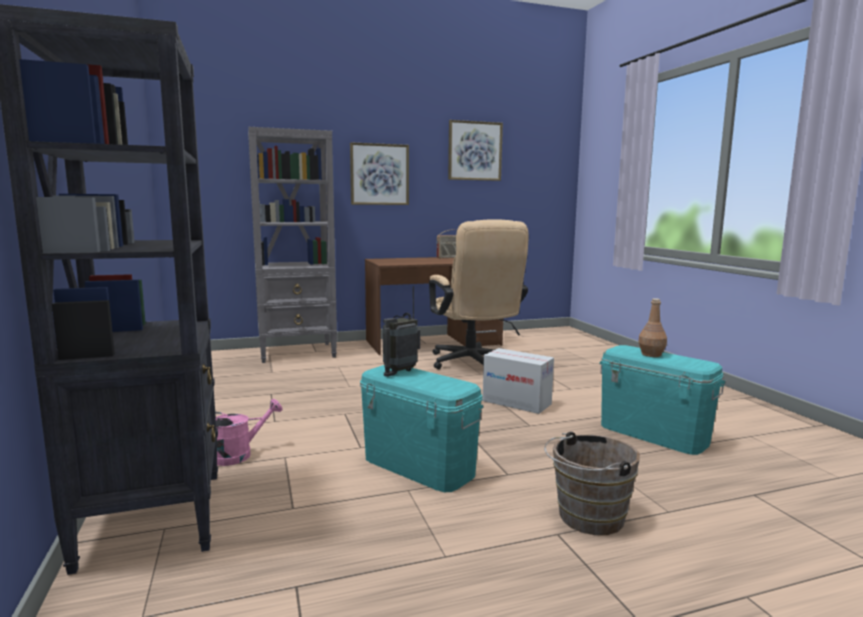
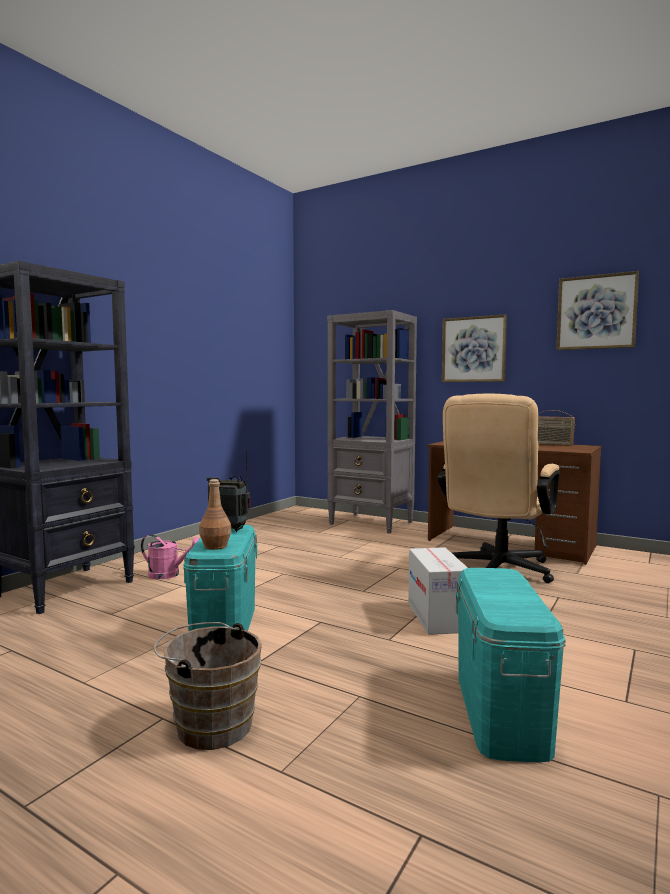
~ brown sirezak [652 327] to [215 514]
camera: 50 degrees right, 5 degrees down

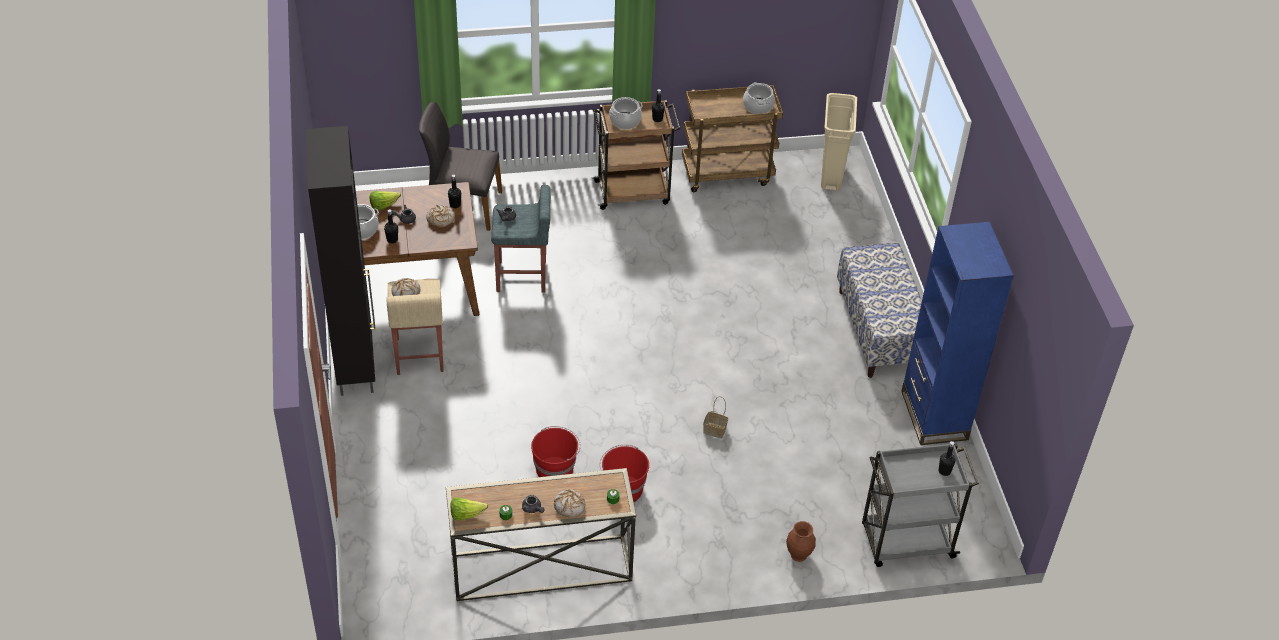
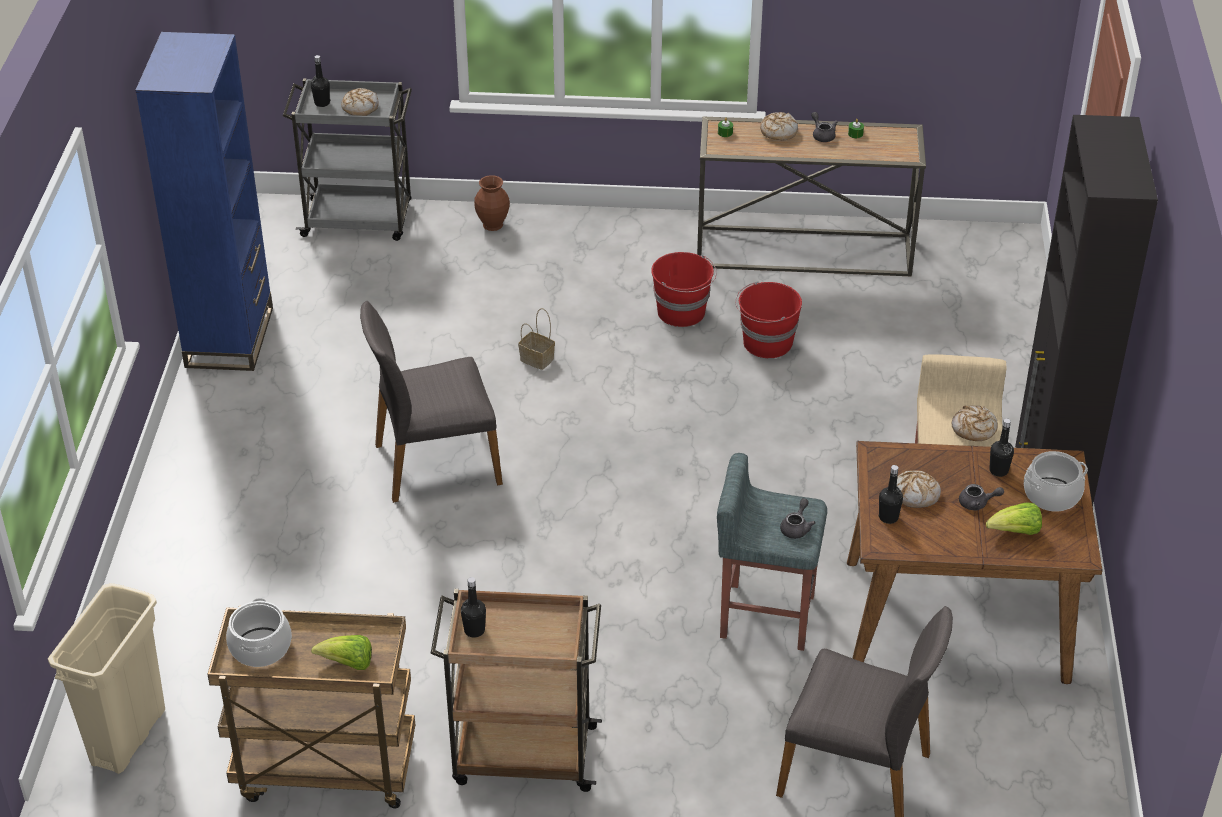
~ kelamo [469 508] to [341 652]
+ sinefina [360 102]
+ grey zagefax [431 402]
- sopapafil [626 113]
- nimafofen [879 310]
camera: 165 degrees left, 5 degrees down

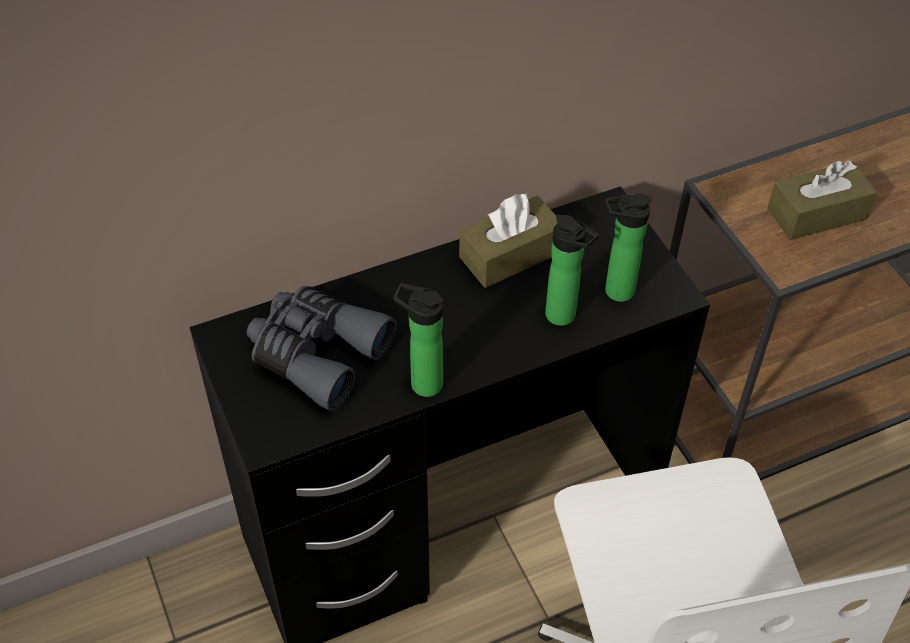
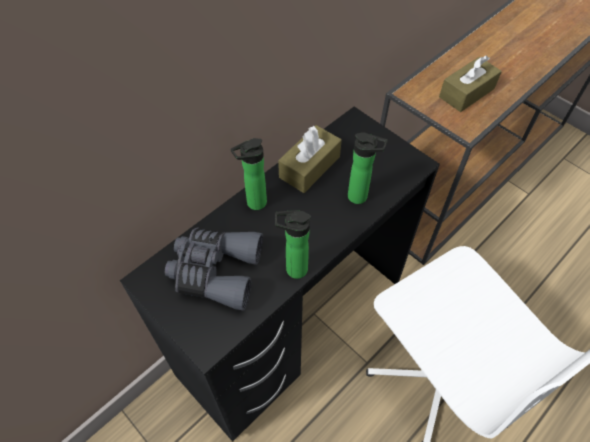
~ sirezak [628 247] to [249 174]
camera: 20 degrees left, 5 degrees up

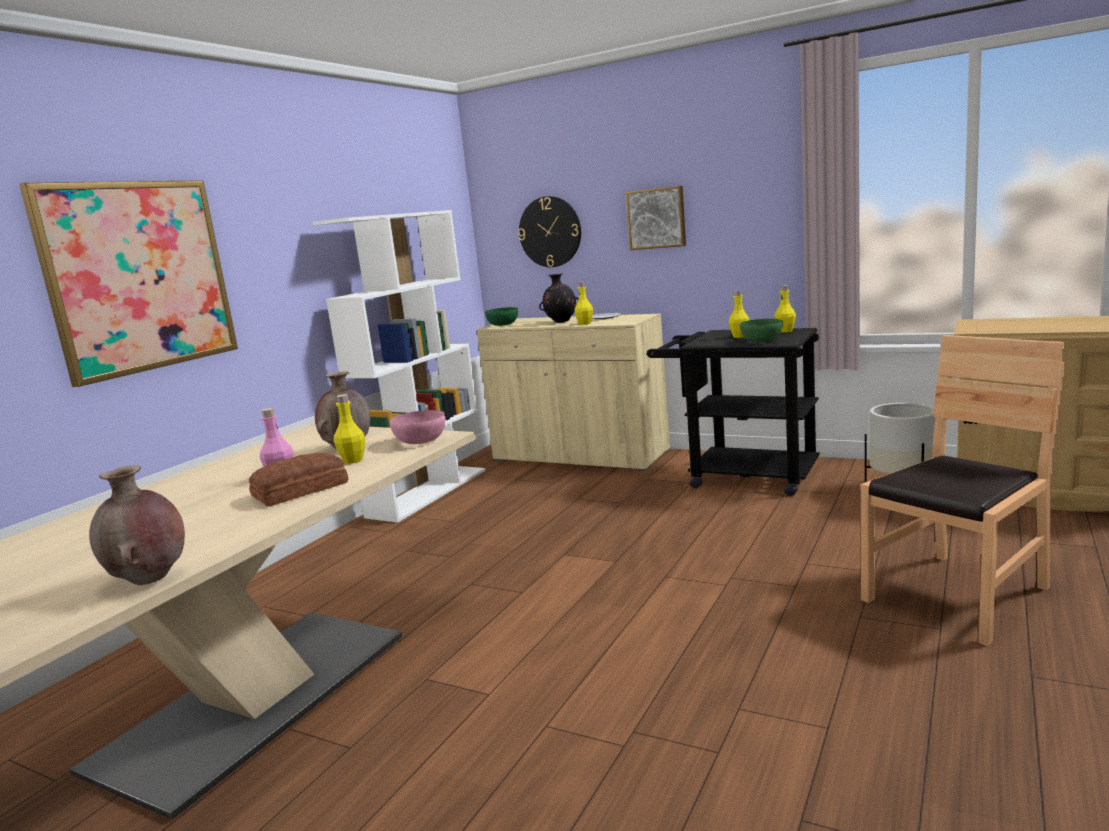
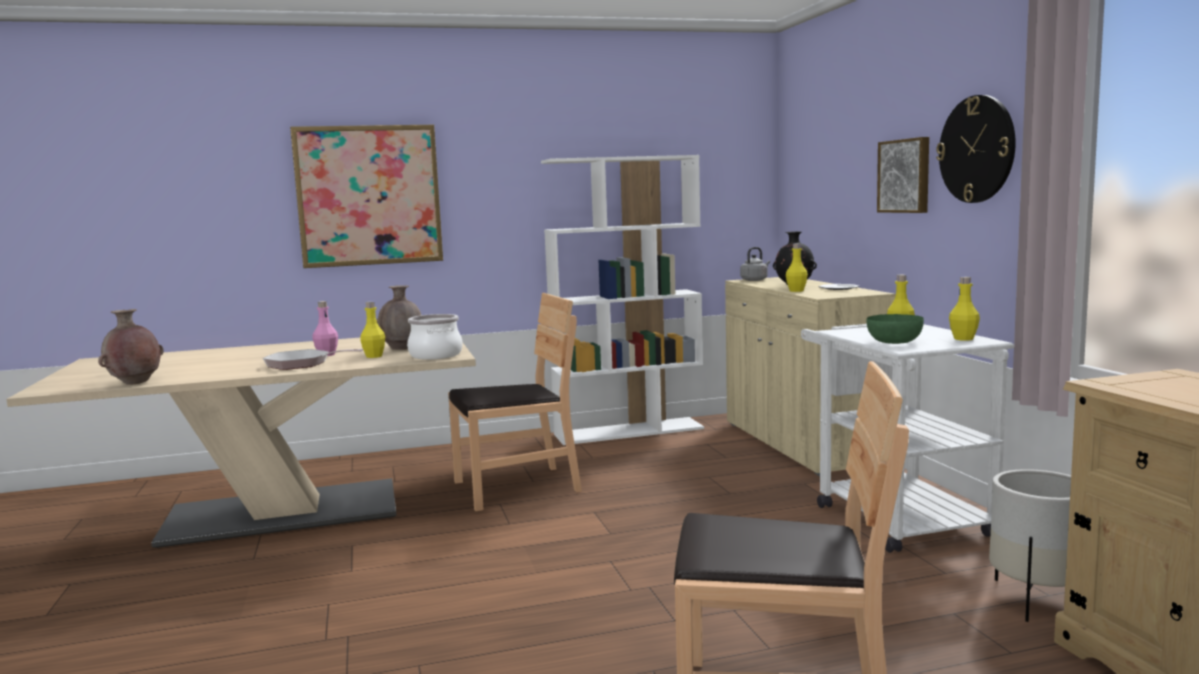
~ sinefina [298 479] to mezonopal [313 359]
~ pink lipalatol [417 427] to sopapafil [435 337]
+ brown zagefax [515 402]
~ green lipalatol [501 316] to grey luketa [755 264]
~ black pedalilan [733 412] to white pedalilan [907 438]
~ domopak [549 231] to [976 149]
camera: 45 degrees right, 5 degrees down

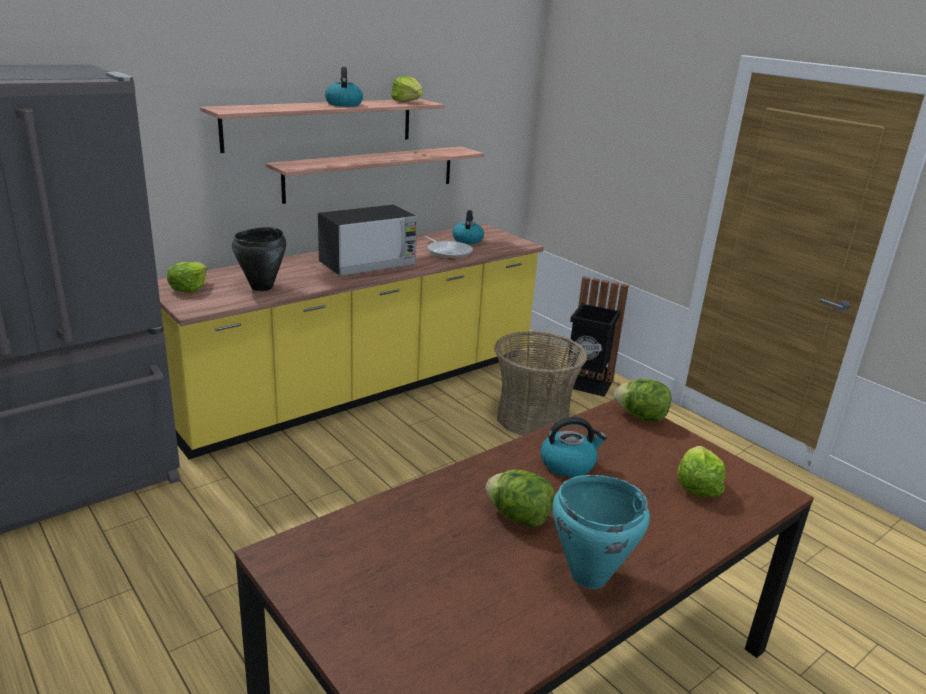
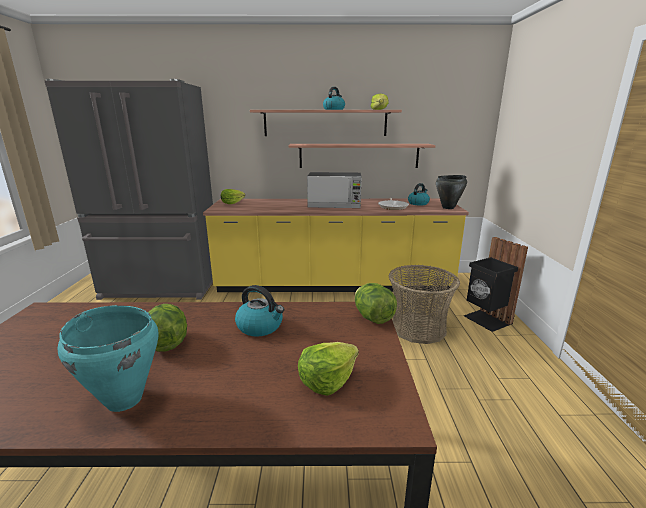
~ black sopapafil [259 259] to [451 192]
camera: 40 degrees right, 5 degrees down

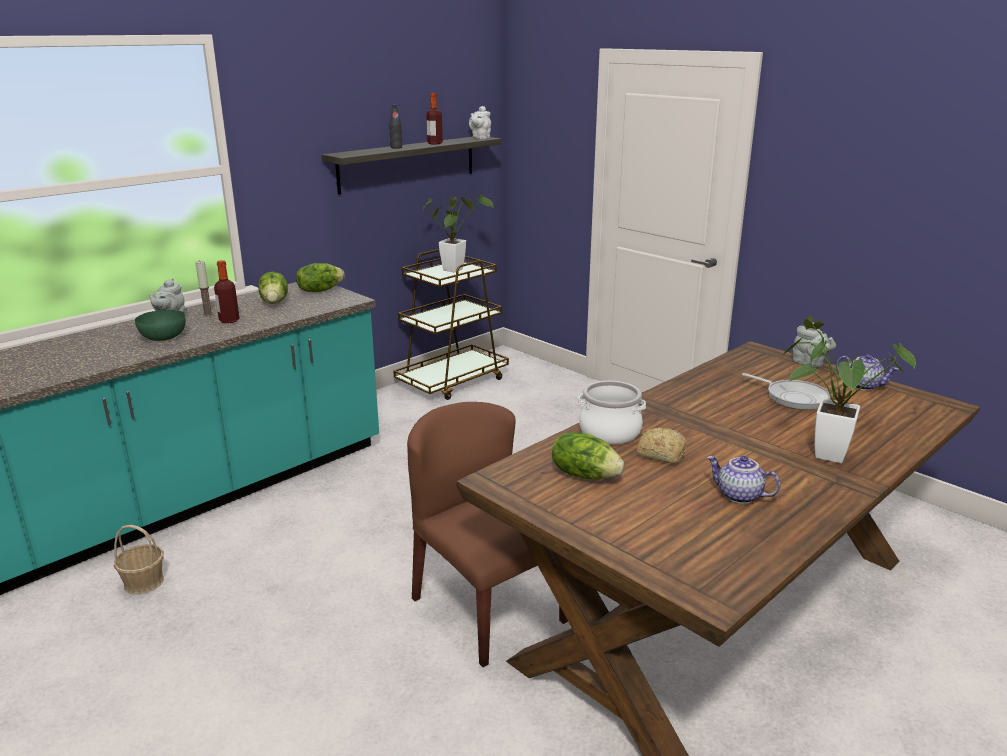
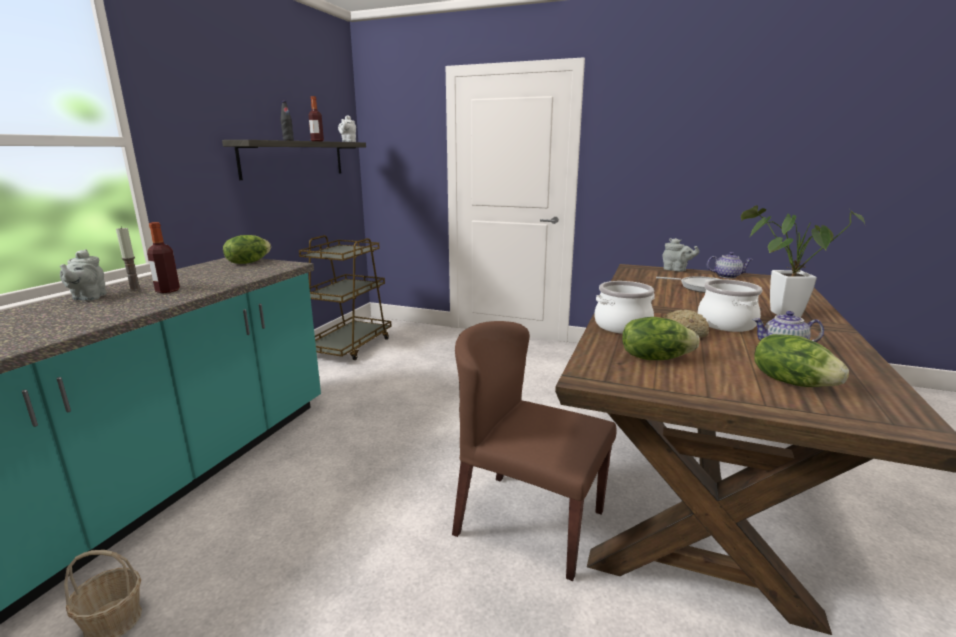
+ sopapafil [730 305]
~ kelamo [273 288] to [801 360]
- green lipalatol [160 325]
- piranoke [458 234]
camera: 25 degrees left, 5 degrees down

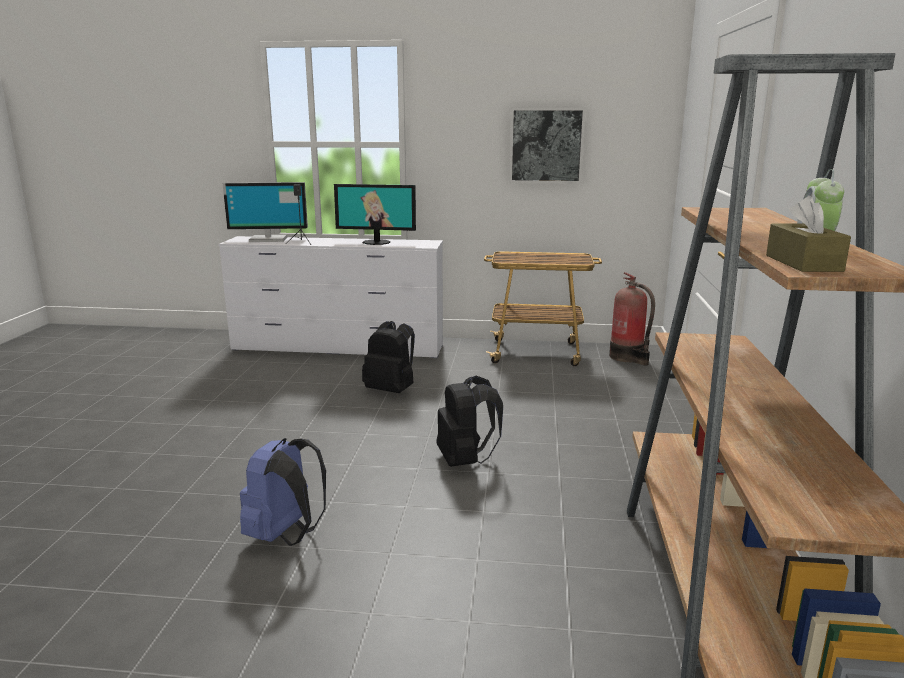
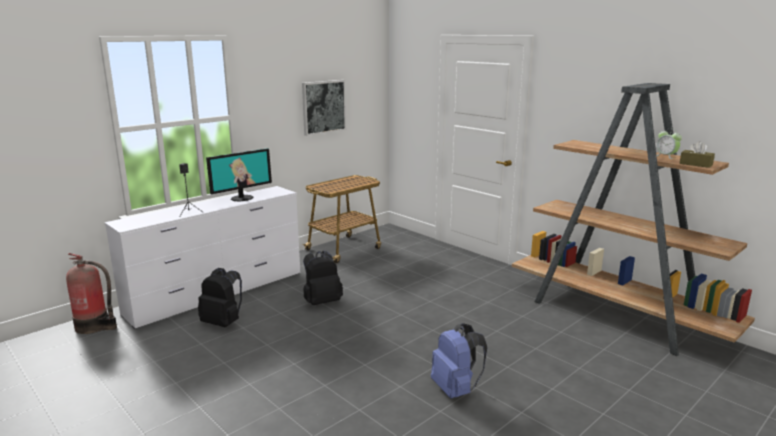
~ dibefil [632 319] to [91 293]
~ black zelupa [469 421] to [220 297]
- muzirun [265 212]
camera: 50 degrees left, 0 degrees up

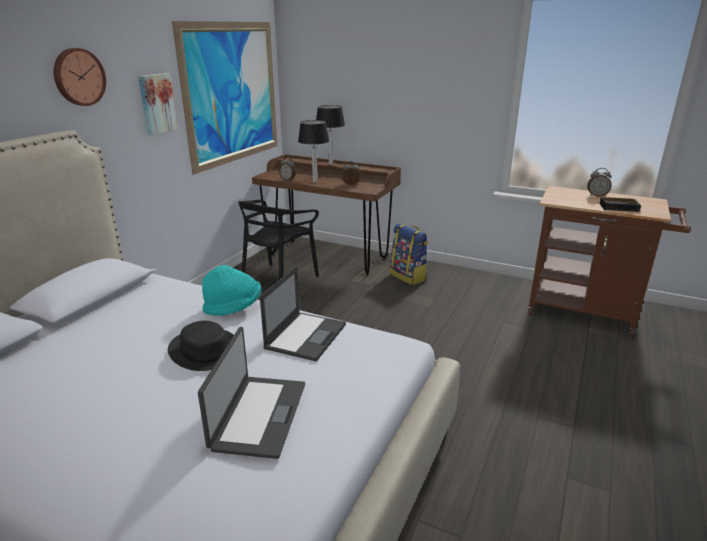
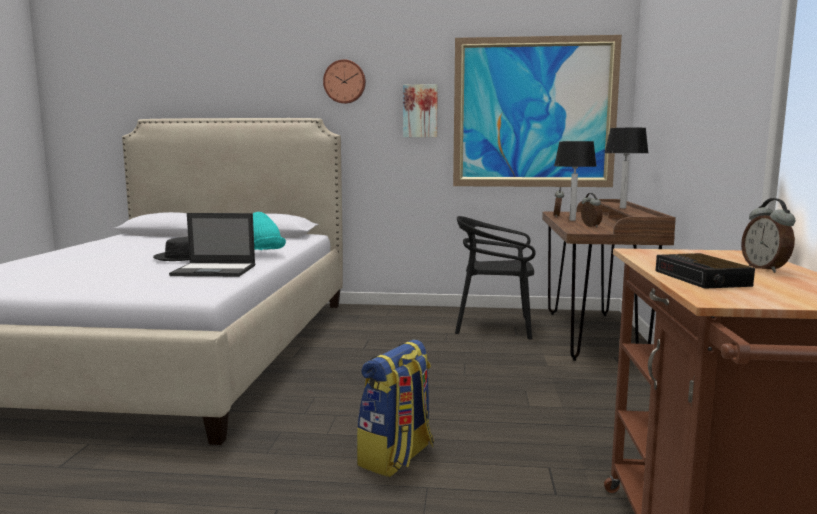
~ zelupa [409 254] to [395 408]
- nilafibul [251 393]
camera: 70 degrees right, 15 degrees down

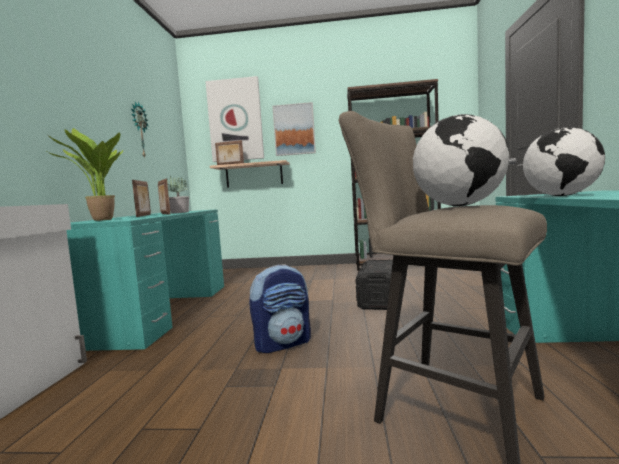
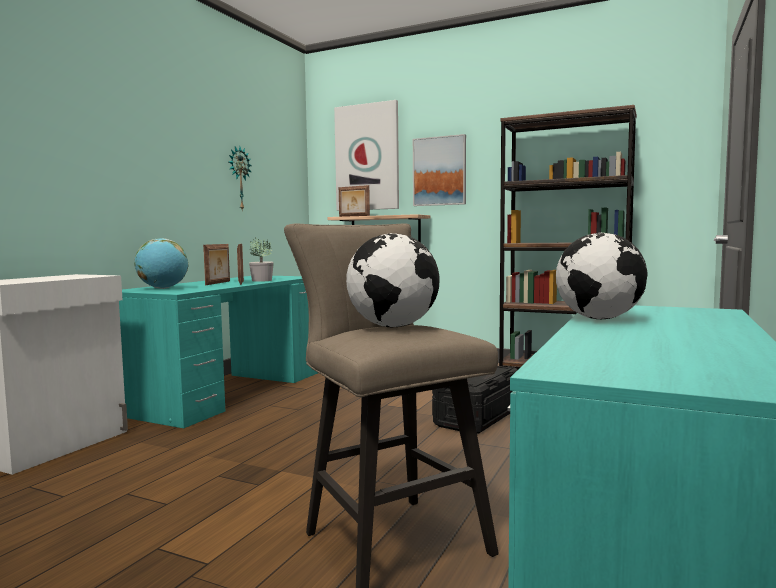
~ piranoke [84 174] to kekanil [161 263]
- zelupa [280 308]
camera: 20 degrees right, 0 degrees up

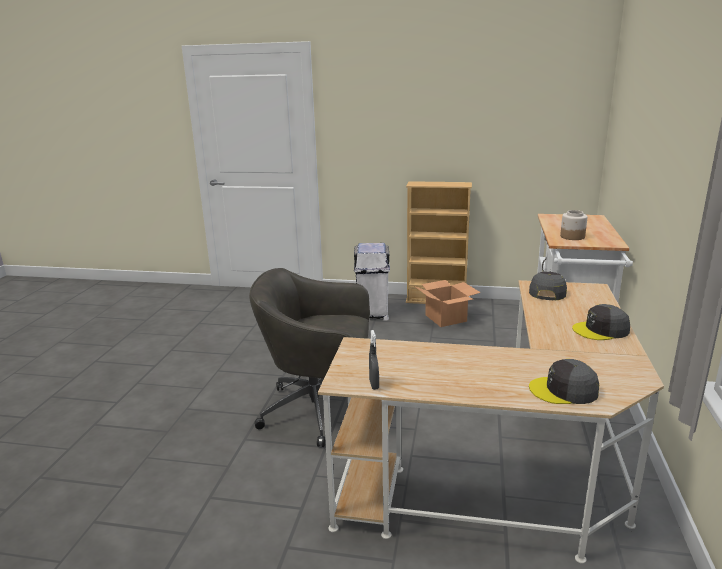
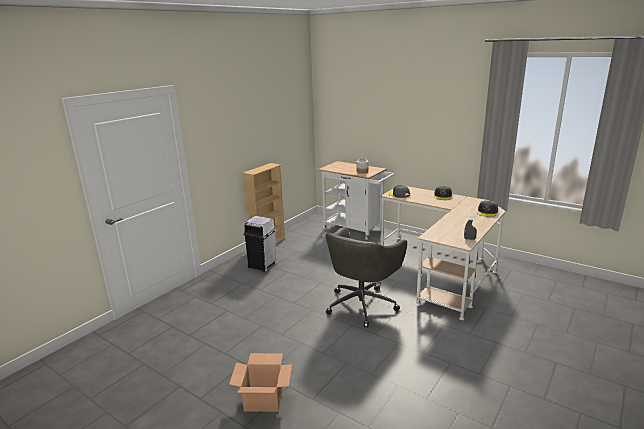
~ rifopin [447 303] to [260 382]
camera: 65 degrees left, 0 degrees up

